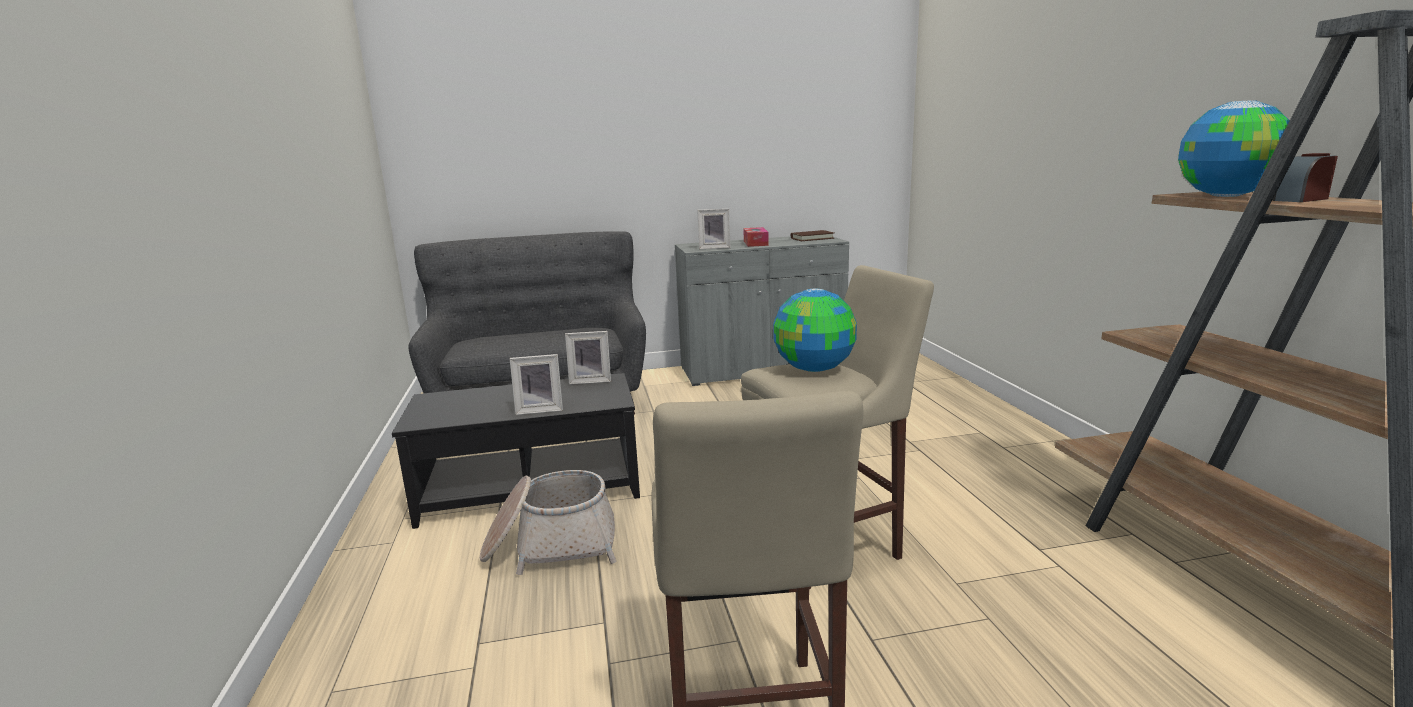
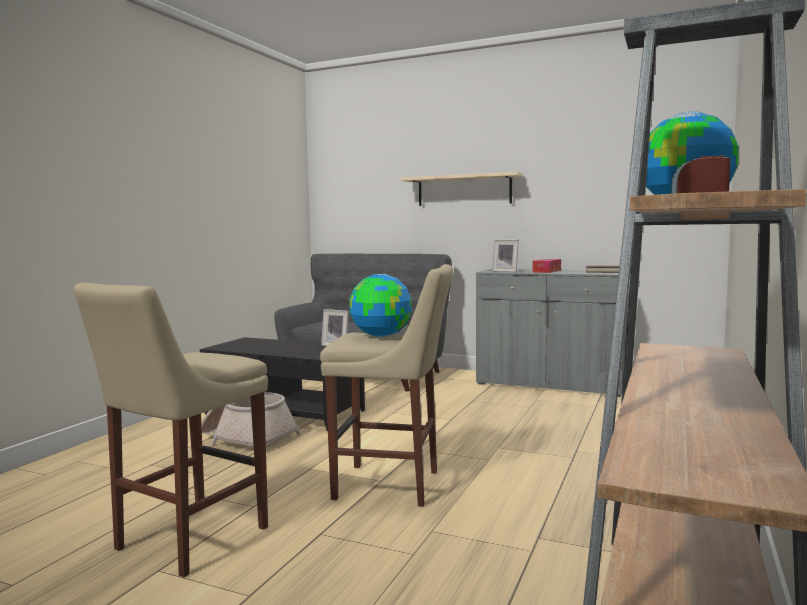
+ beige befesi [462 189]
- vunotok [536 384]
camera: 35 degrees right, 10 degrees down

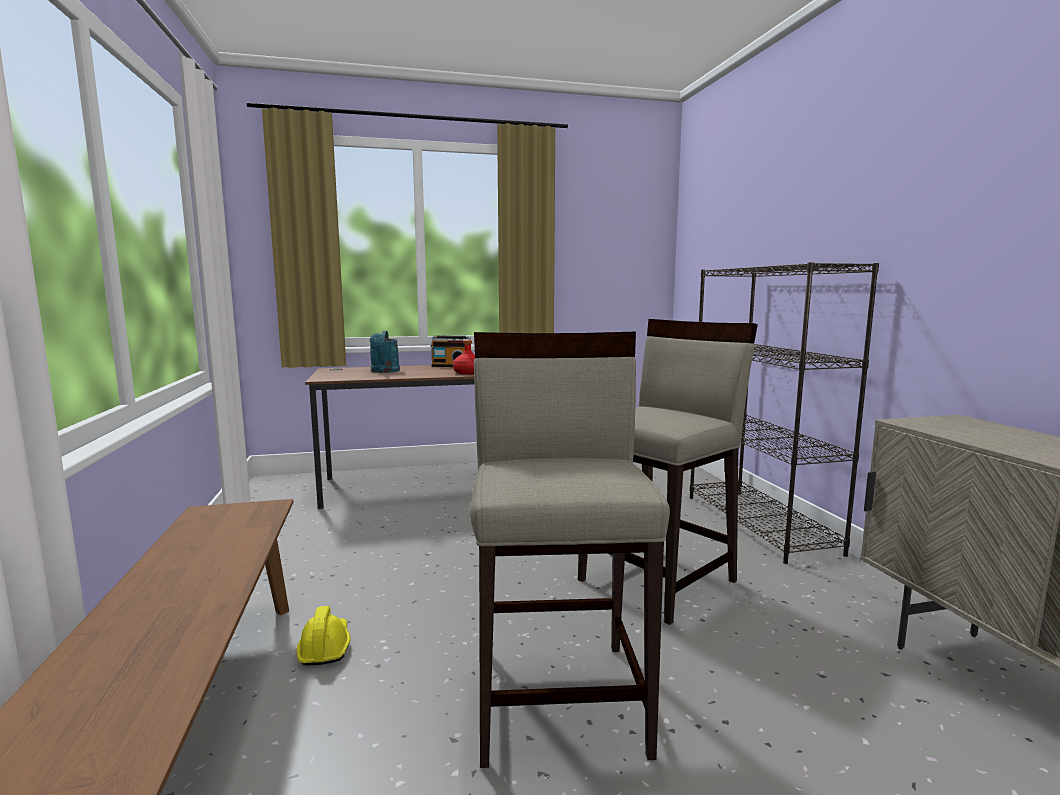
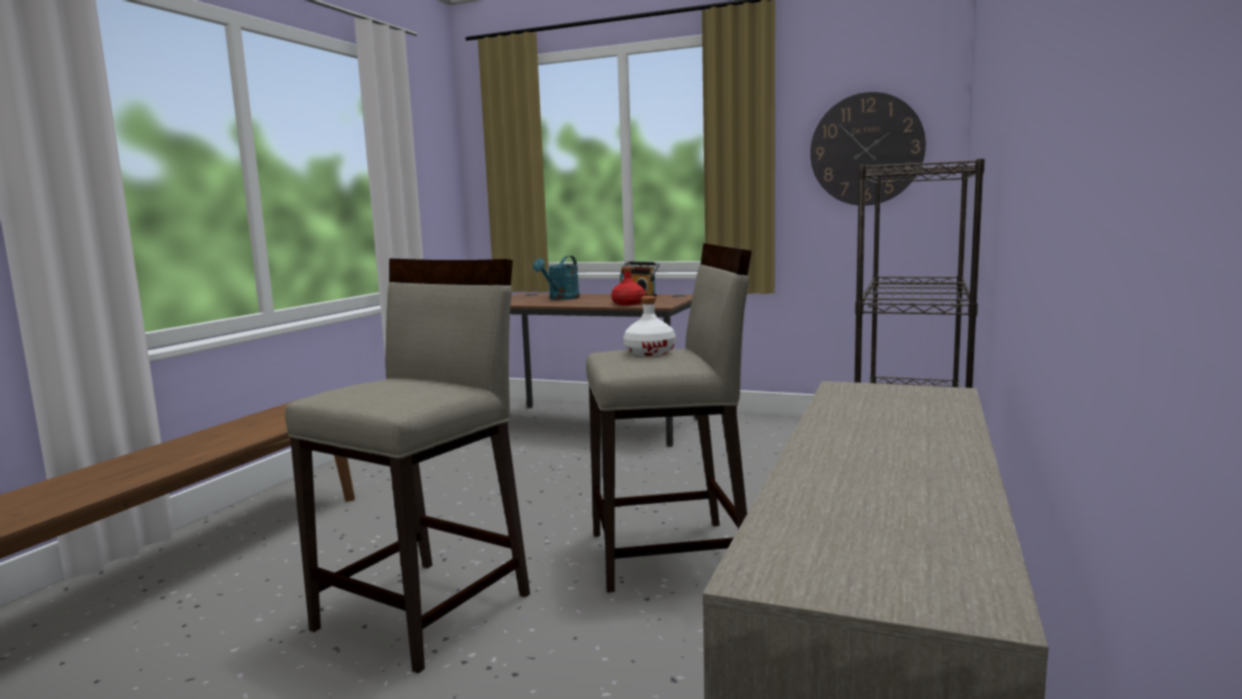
+ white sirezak [649 326]
+ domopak [868 149]
- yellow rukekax [324 636]
camera: 35 degrees right, 0 degrees up

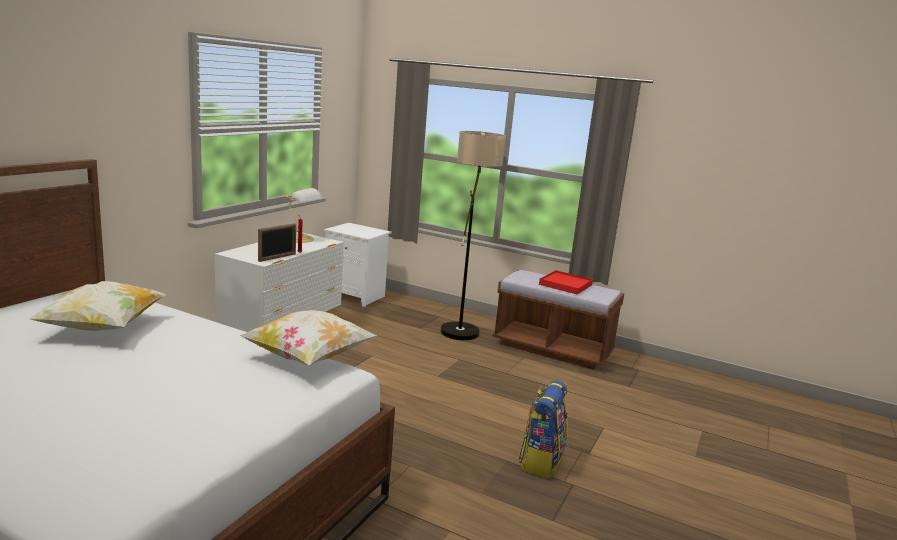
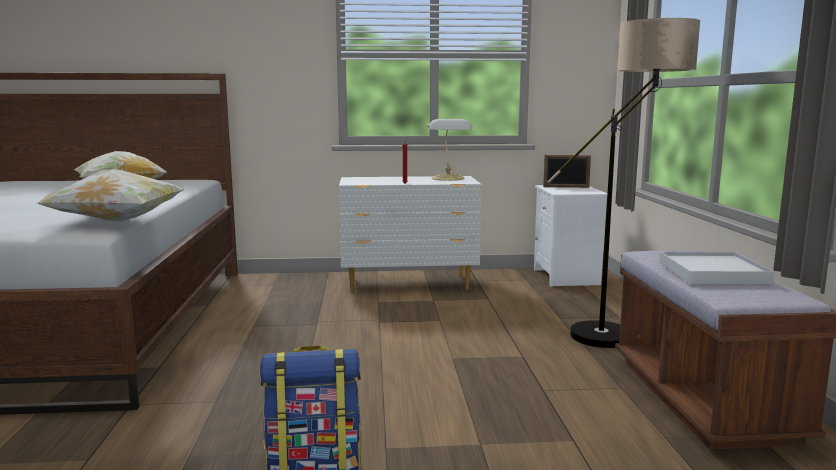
~ vunotok [277 242] to [567 171]
~ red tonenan [566 282] to white tonenan [717 268]
camera: 60 degrees right, 5 degrees down

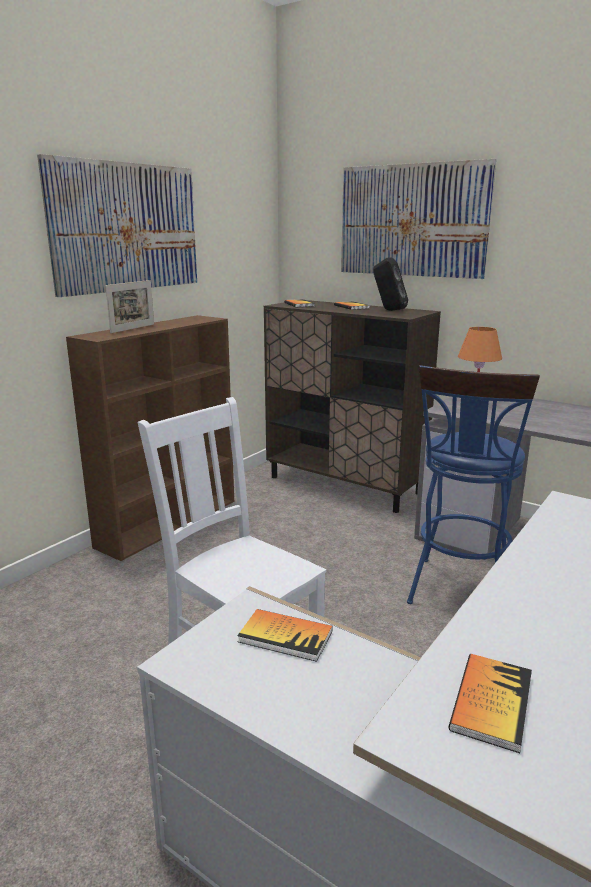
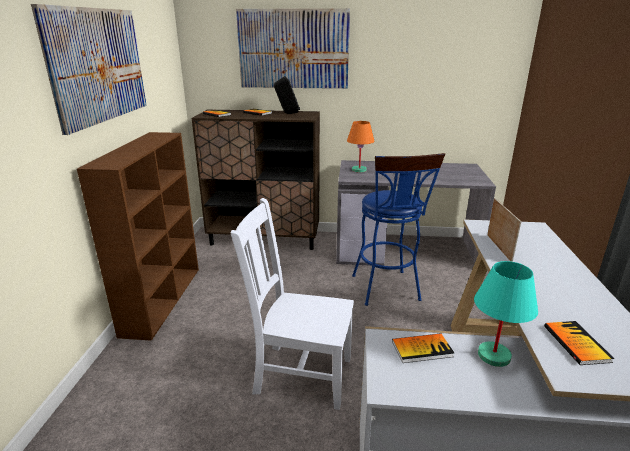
+ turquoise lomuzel [506 314]
~ vunotok [129 306] to [504 230]
camera: 30 degrees left, 5 degrees up

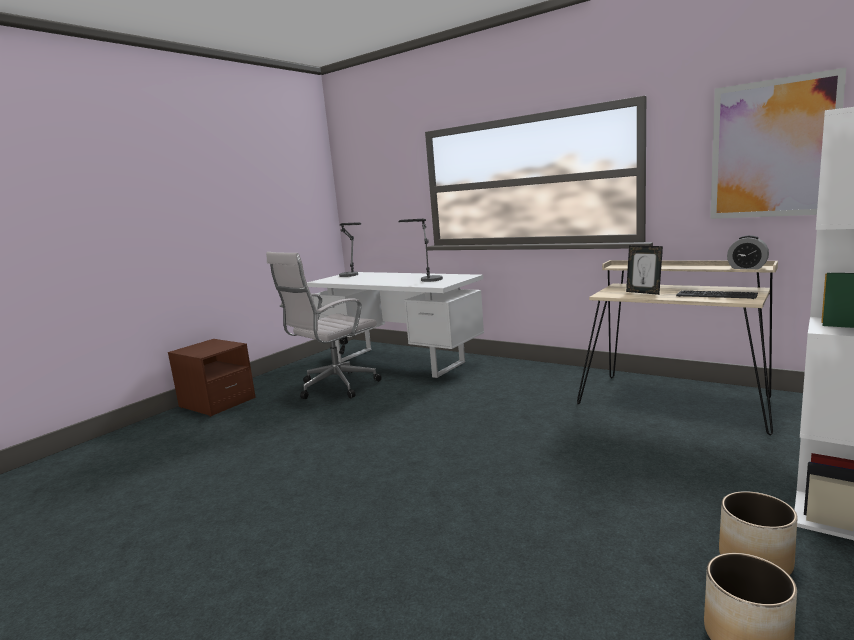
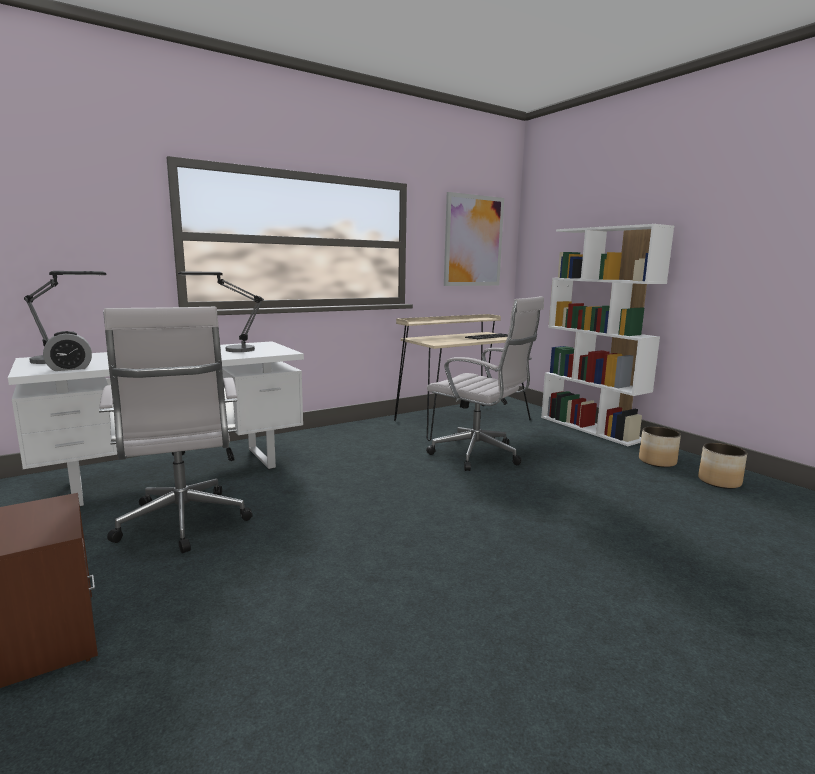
~ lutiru [748 252] to [67 351]
+ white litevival [485 383]
- vunotok [644 270]
camera: 70 degrees left, 0 degrees up

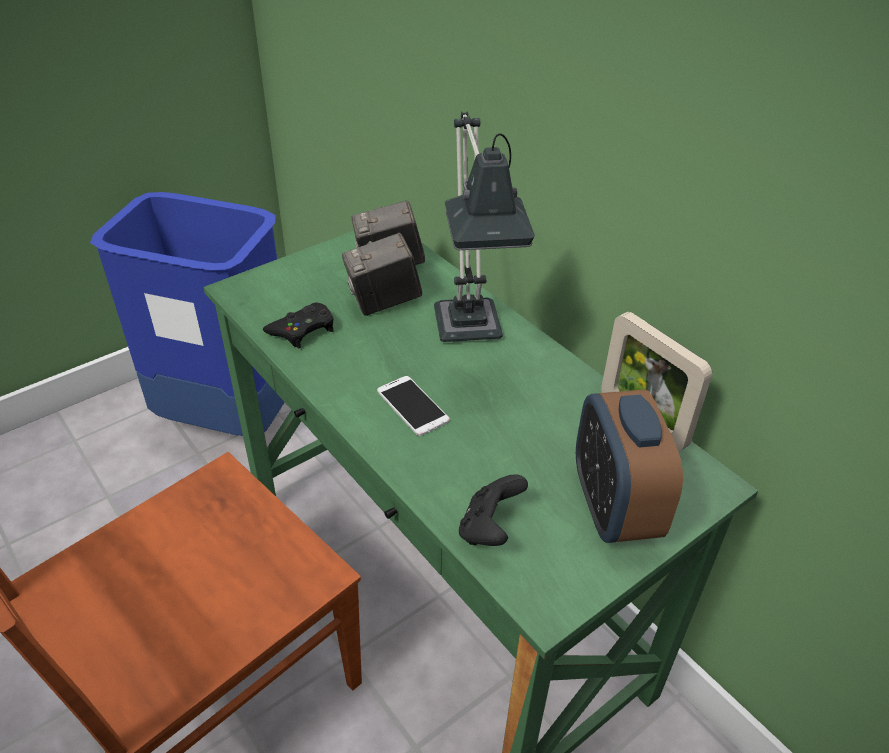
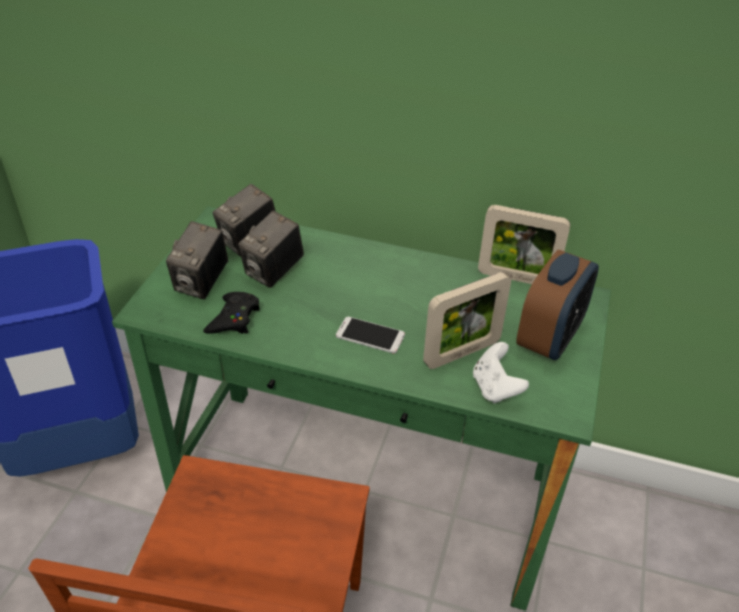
+ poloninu [197 260]
+ vunotok [467 320]
~ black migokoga [493 510] to white migokoga [501 373]
~ lutiru [629 466] = [557 305] 105 degrees counterclockwise
- lomuzel [484 226]
camera: 35 degrees left, 0 degrees up

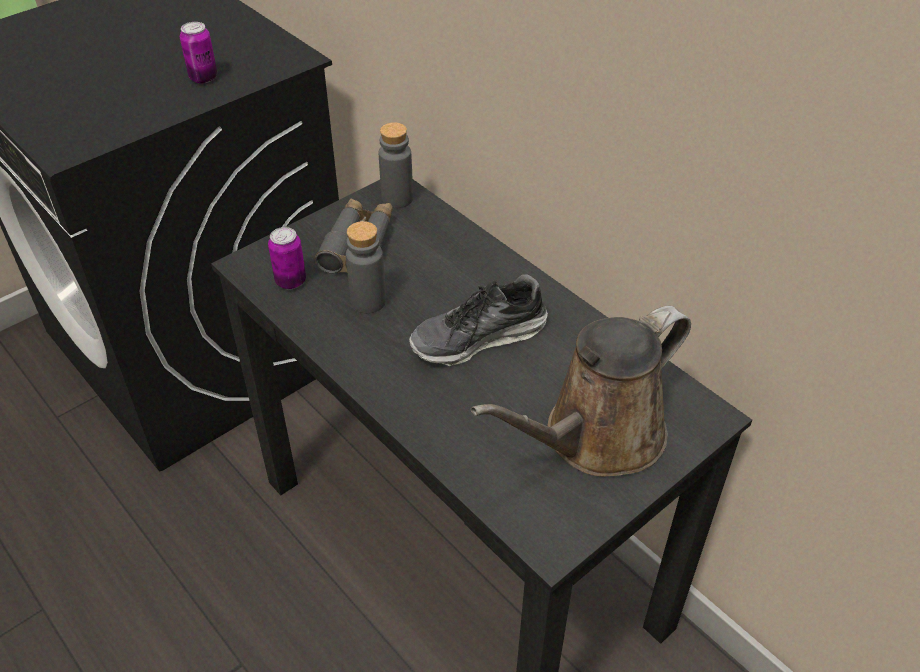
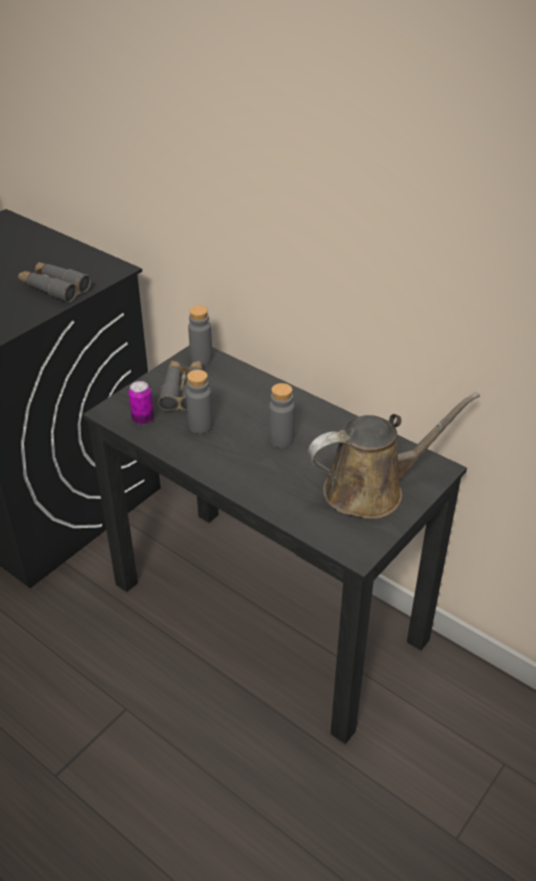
~ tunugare [198 52] to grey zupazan [54 282]
~ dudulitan [478 320] to grey sirezak [282 415]
~ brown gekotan [581 391] = [394 455] 150 degrees counterclockwise
camera: 10 degrees left, 5 degrees down

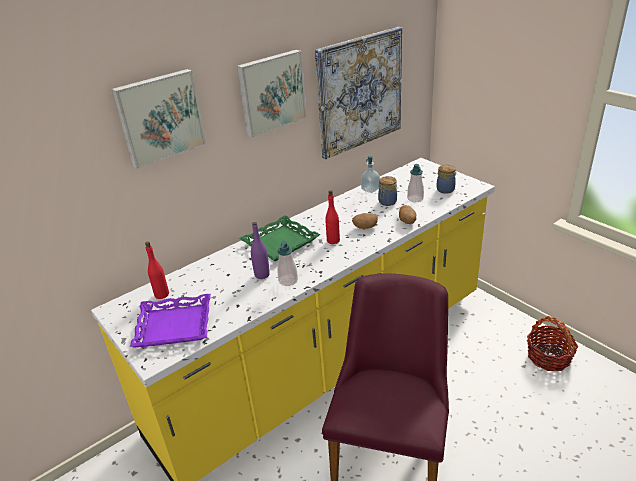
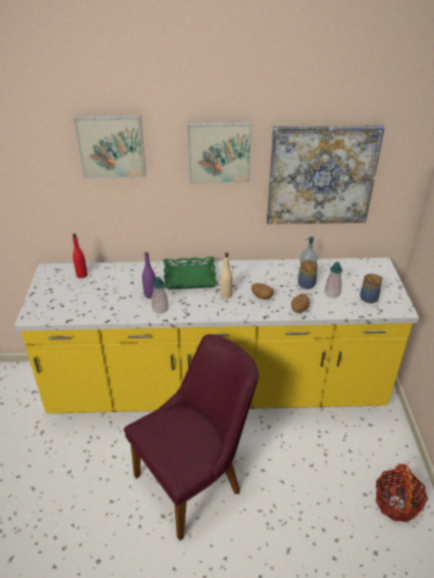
~ red sirezak [332 217] to beige sirezak [226 275]
- purple tonenan [170 320]
camera: 35 degrees right, 5 degrees up

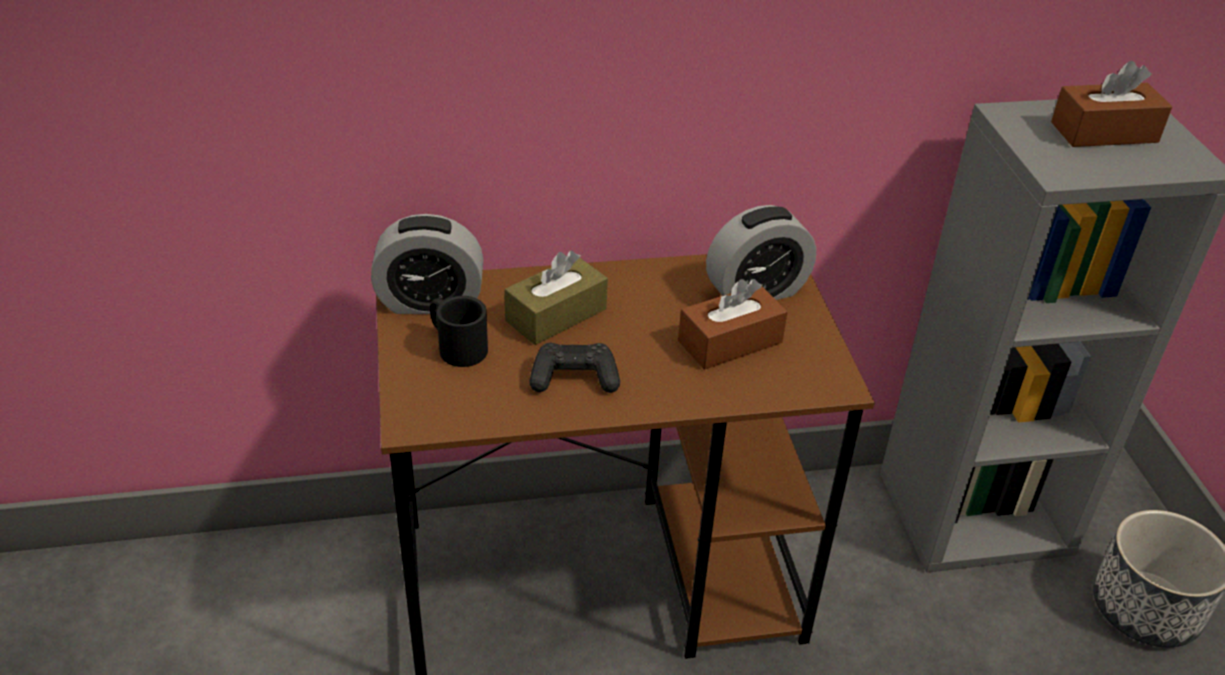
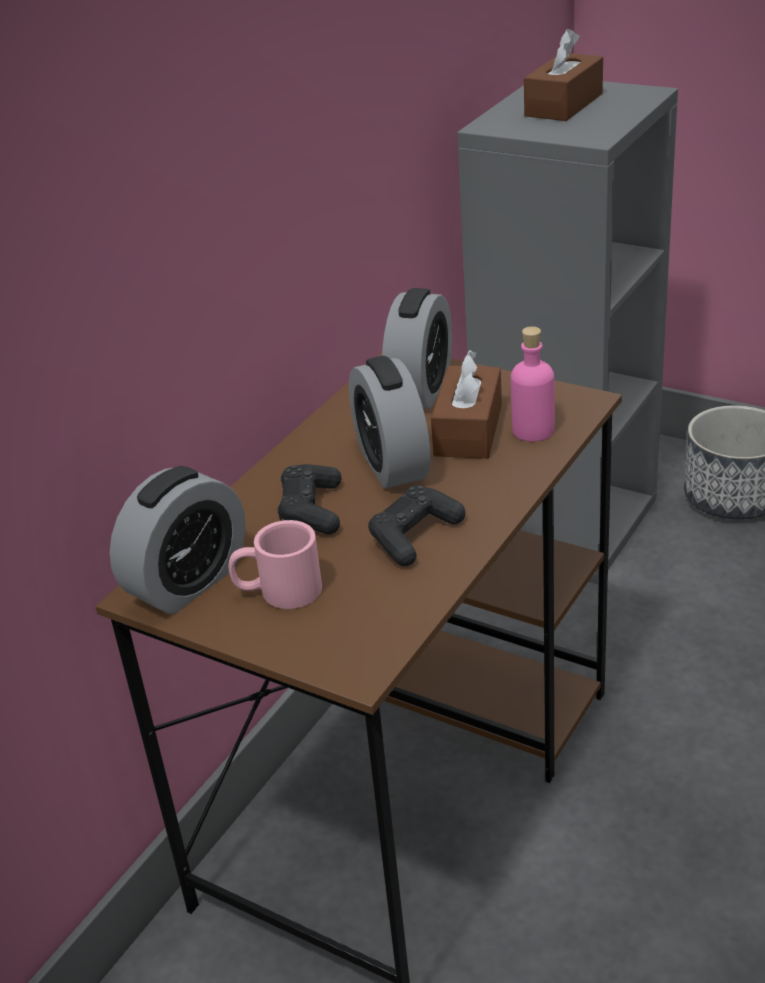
~ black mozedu [459 331] to pink mozedu [275 564]
~ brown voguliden [556 298] to black migokoga [309 499]
+ lutiru [390 422]
+ pink sirezak [533 384]
camera: 45 degrees left, 5 degrees down

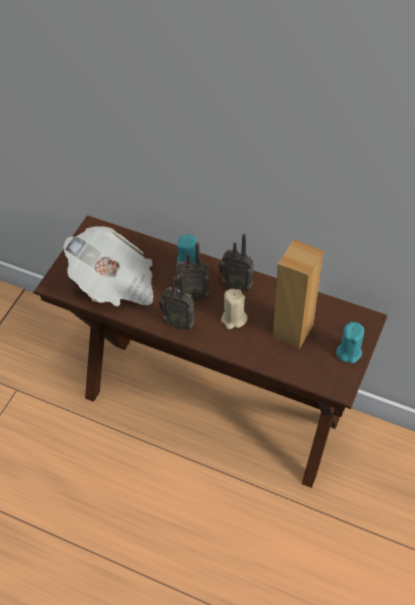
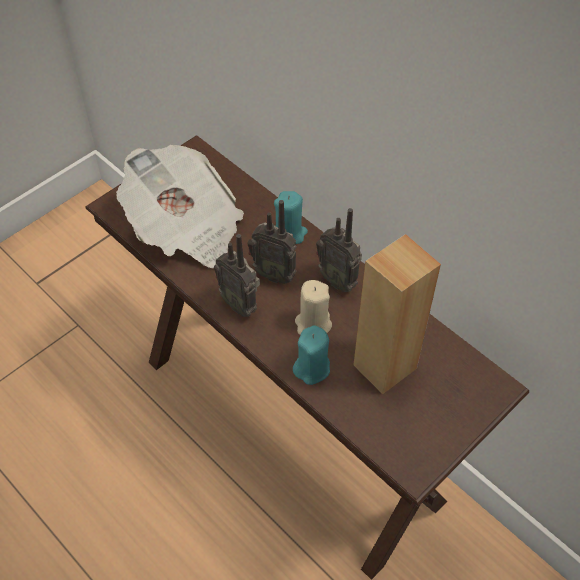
~ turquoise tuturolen [350 343] to [311 355]
camera: 20 degrees right, 0 degrees up

